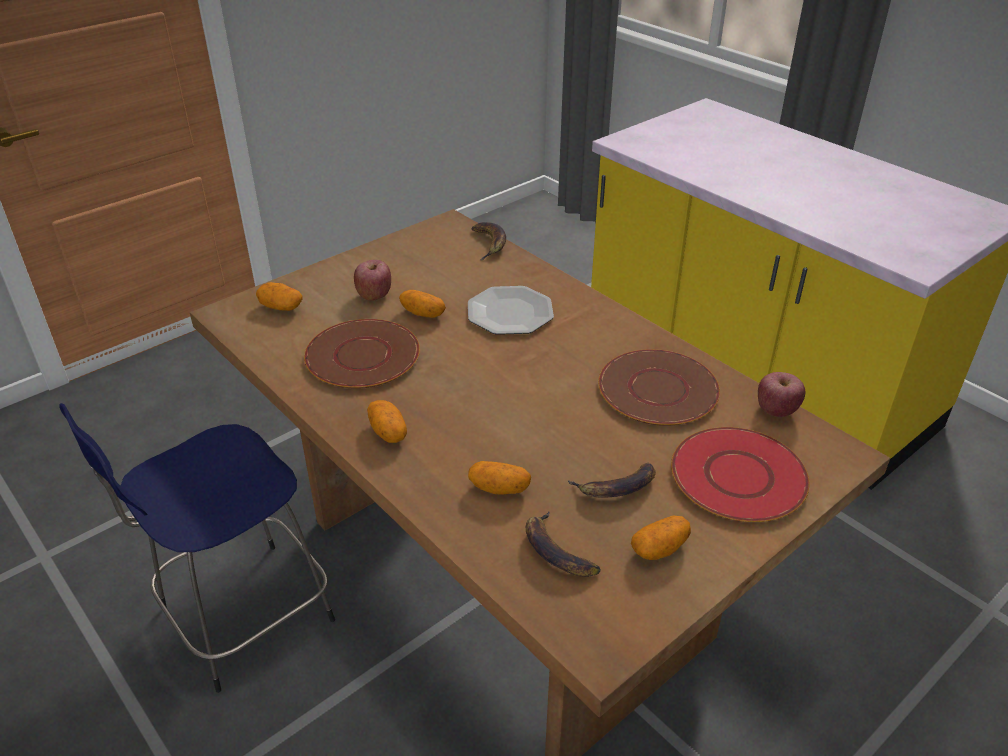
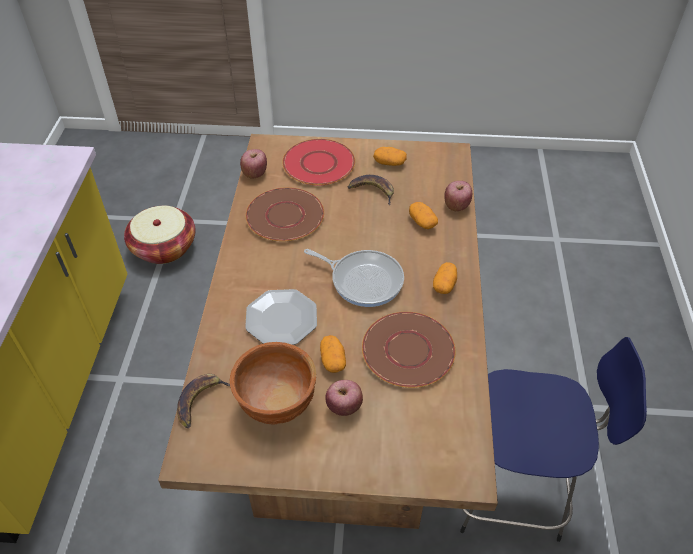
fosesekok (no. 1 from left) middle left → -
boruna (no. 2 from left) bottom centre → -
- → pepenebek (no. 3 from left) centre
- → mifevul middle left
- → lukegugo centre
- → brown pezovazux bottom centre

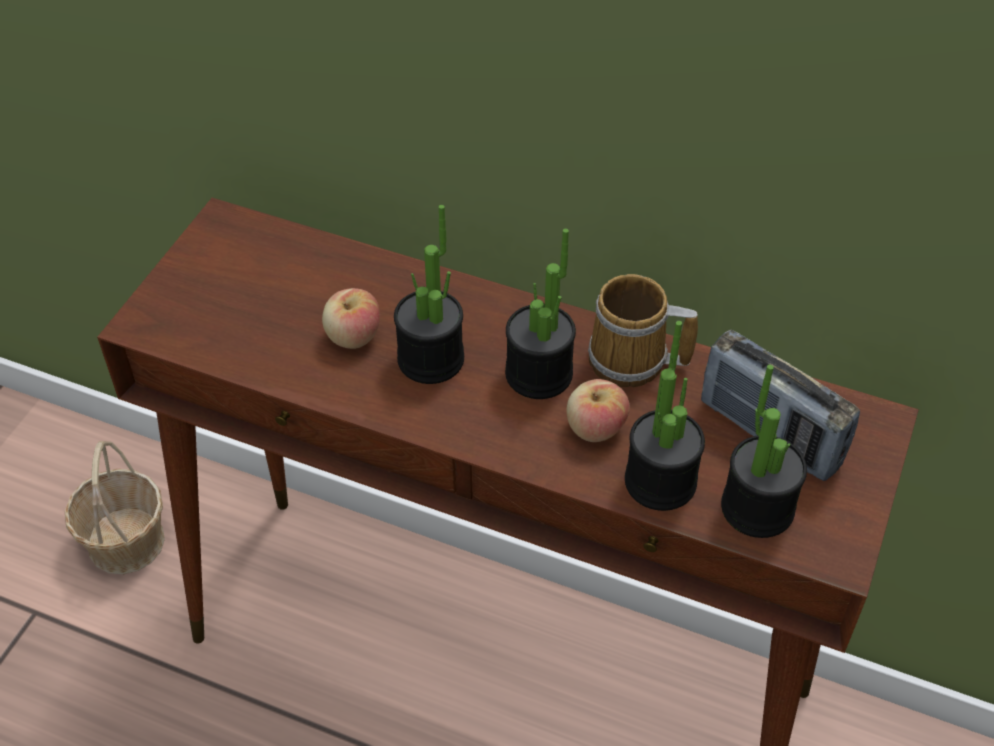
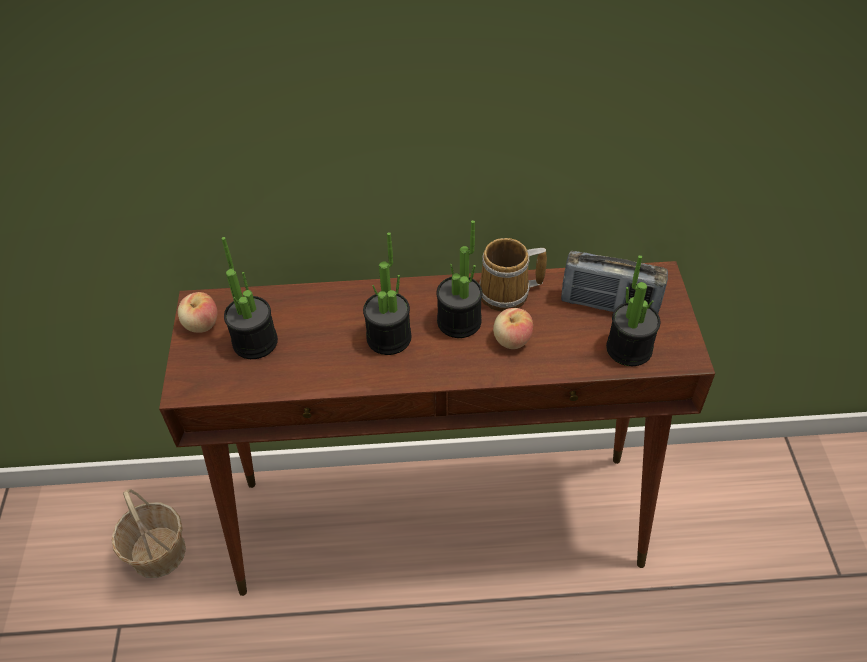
pepenebek (no. 1 from left) centre → pepenebek (no. 1 from left) middle left, shifted
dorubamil (no. 3 from left in the first image) middle right → dorubamil (no. 1 from left) middle left, shifted

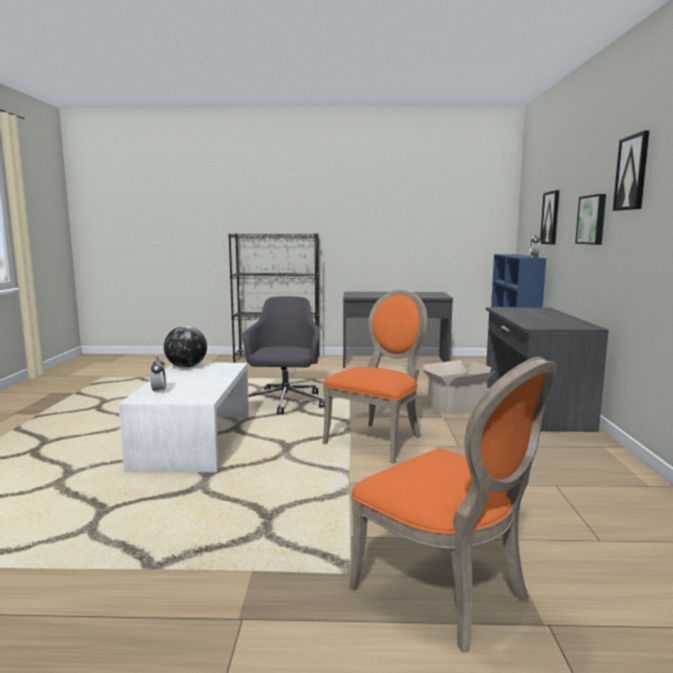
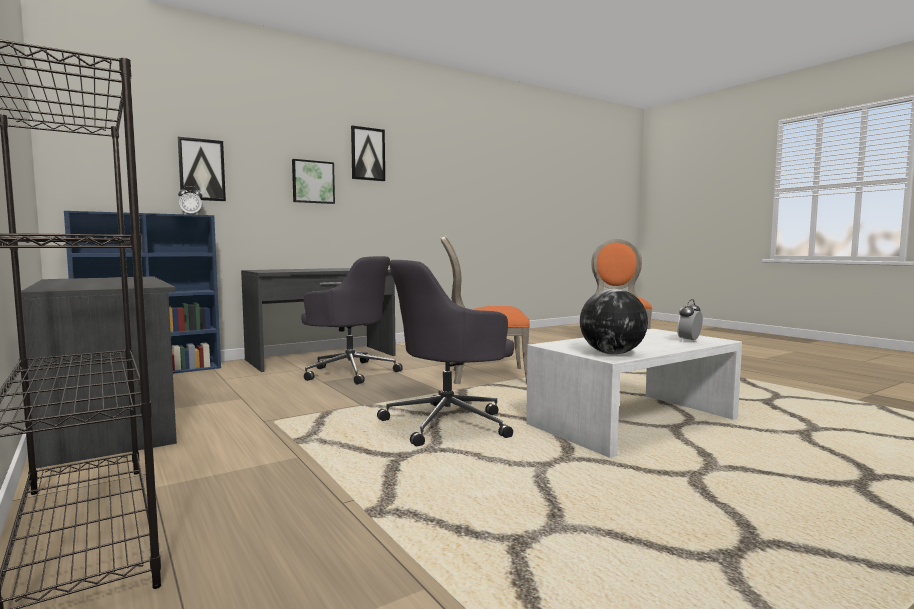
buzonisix middle right → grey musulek (no. 1 from left) centre

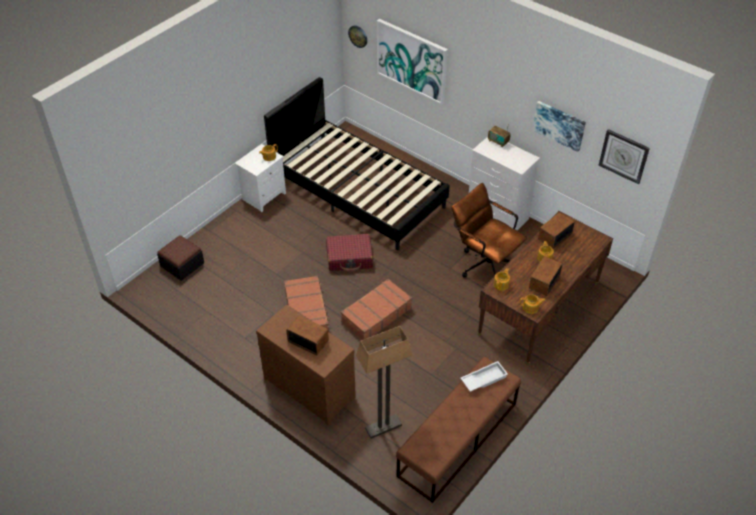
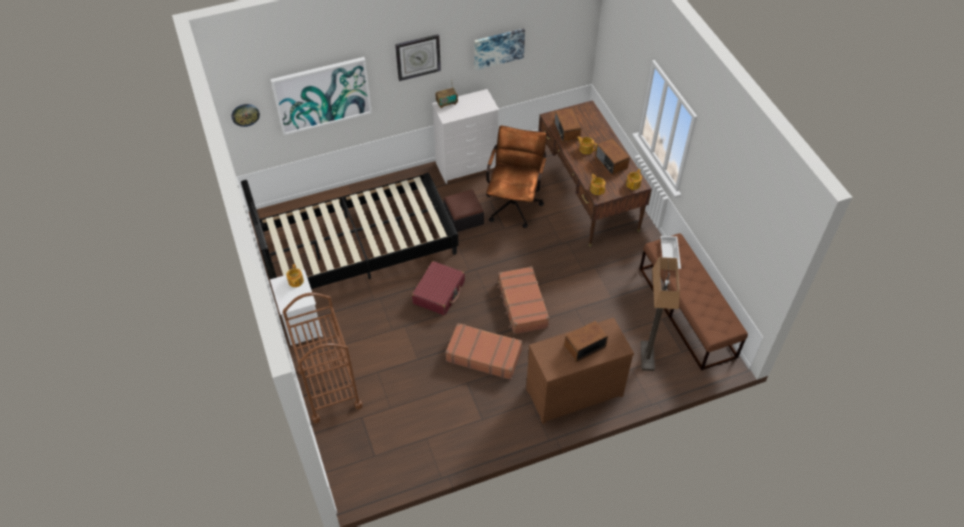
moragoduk (no. 2 from left) top right → moragoduk (no. 2 from left) top centre, shifted
brown musulek centre, 120 degrees clockwise
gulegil middle left → gulegil centre, shifted
- → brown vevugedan bottom centre

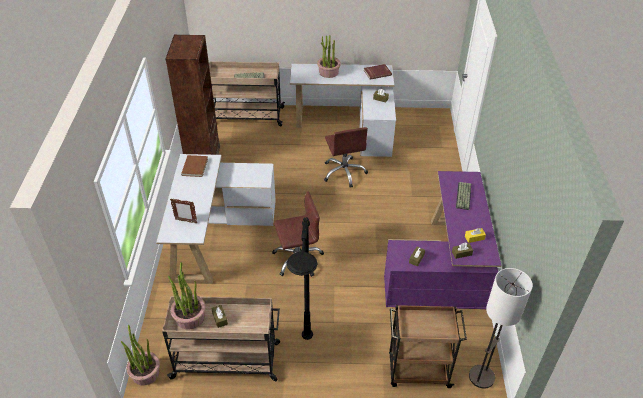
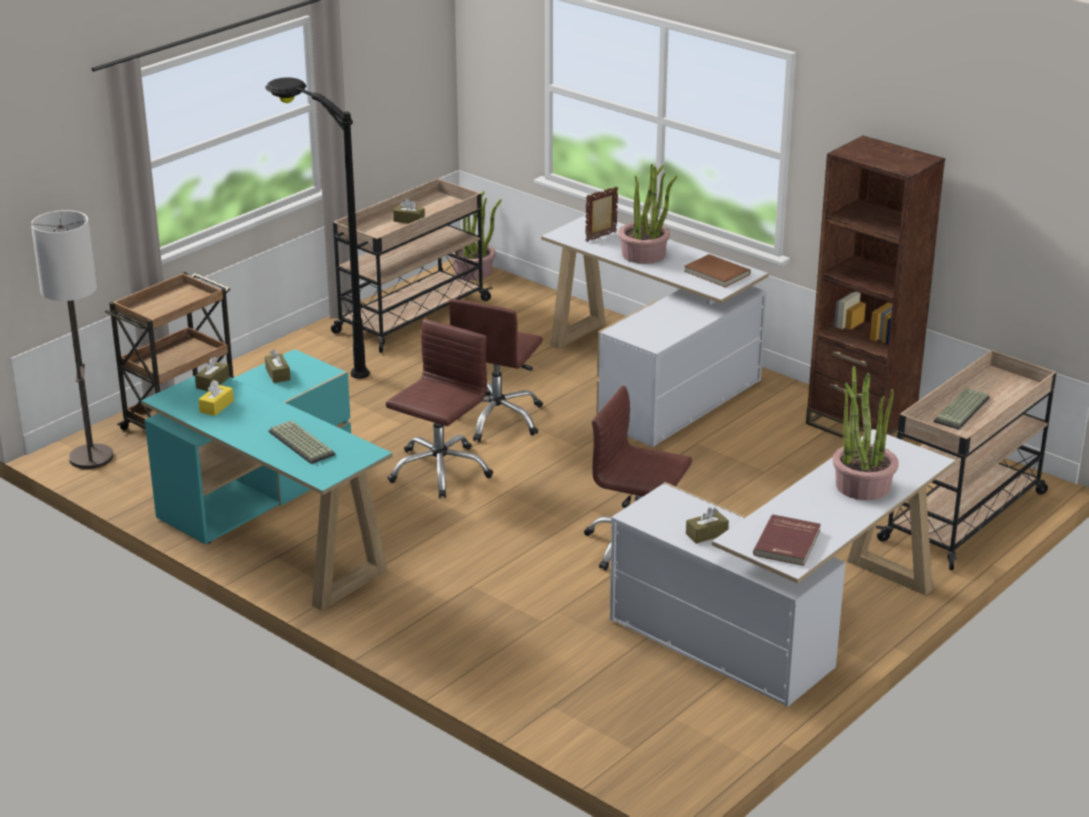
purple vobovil middle right → turquoise vobovil middle left
dorubamil (no. 2 from left) bottom left → dorubamil (no. 2 from left) top centre, shifted
- → brown musulek (no. 1 from left) centre

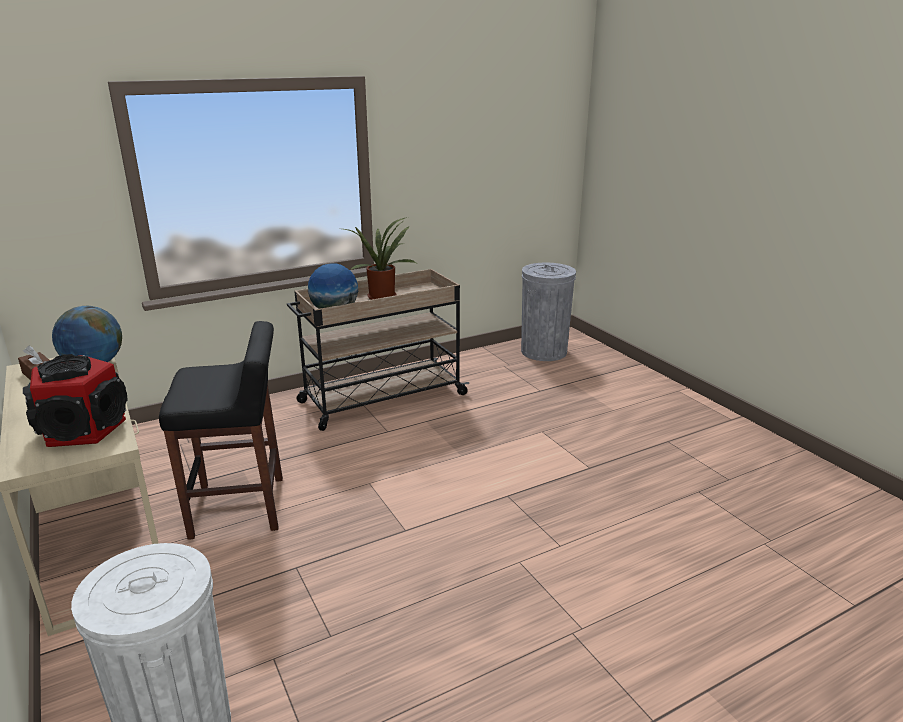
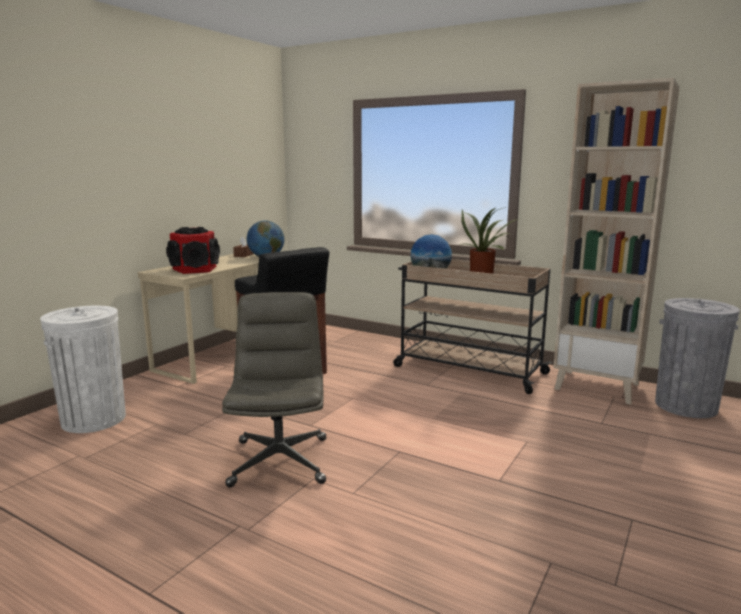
- → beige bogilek middle right
- → grey musulek centre

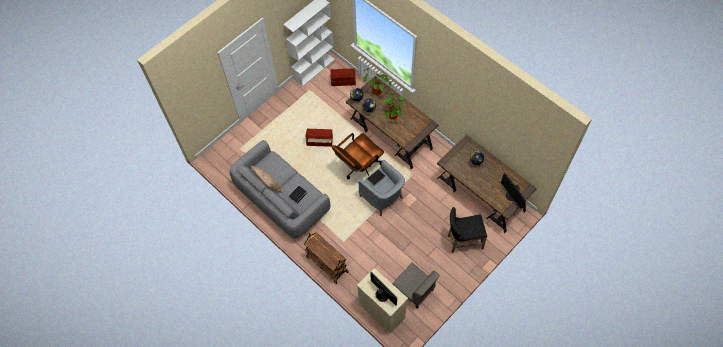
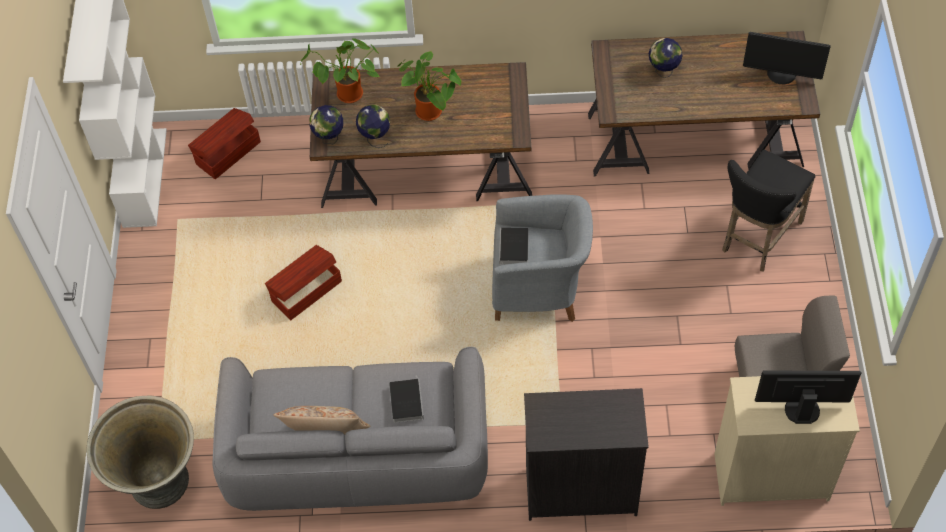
brown musulek centre → -
brown vevugedan bottom centre → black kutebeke bottom centre
- → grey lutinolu bottom left

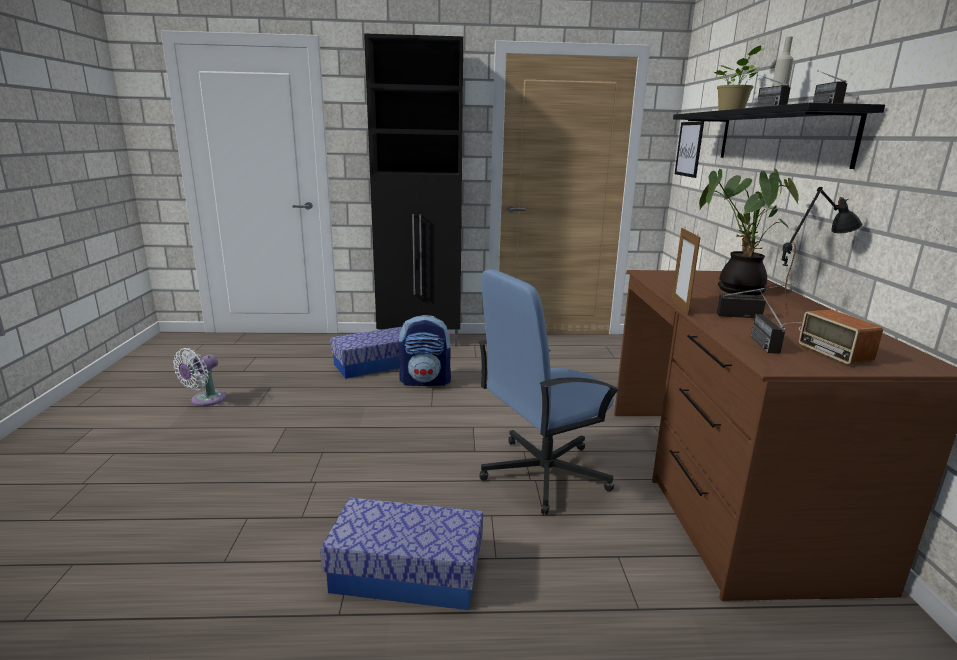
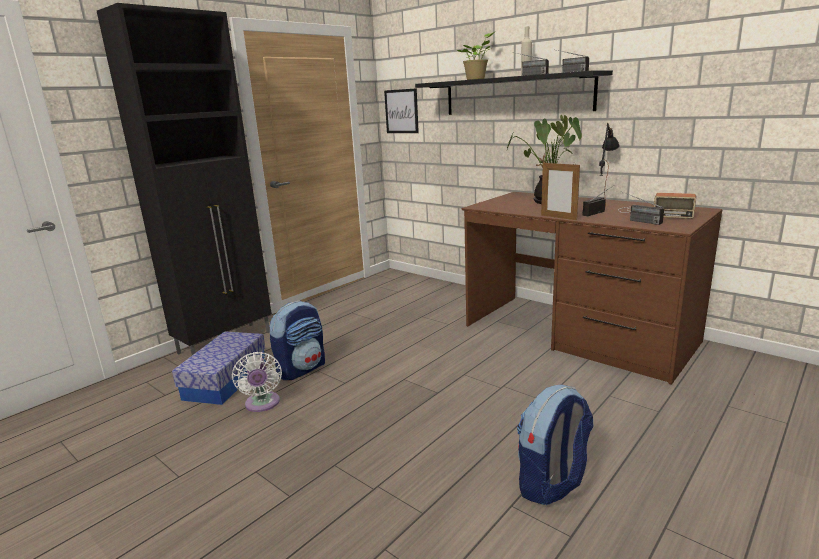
blue musulek centre → -
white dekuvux middle left → white dekuvux bottom left, shifted
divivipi (no. 2 from left) bottom centre → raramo (no. 2 from left) bottom right

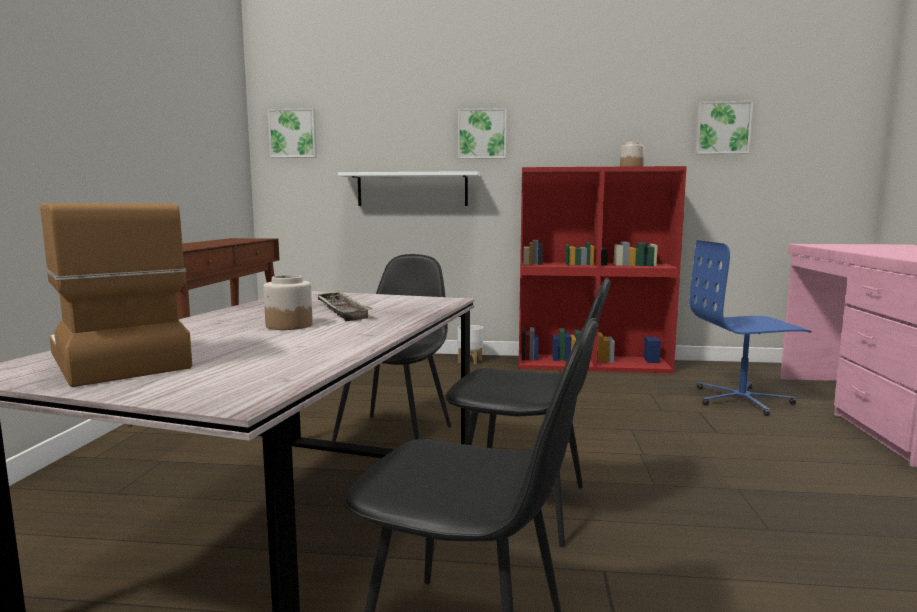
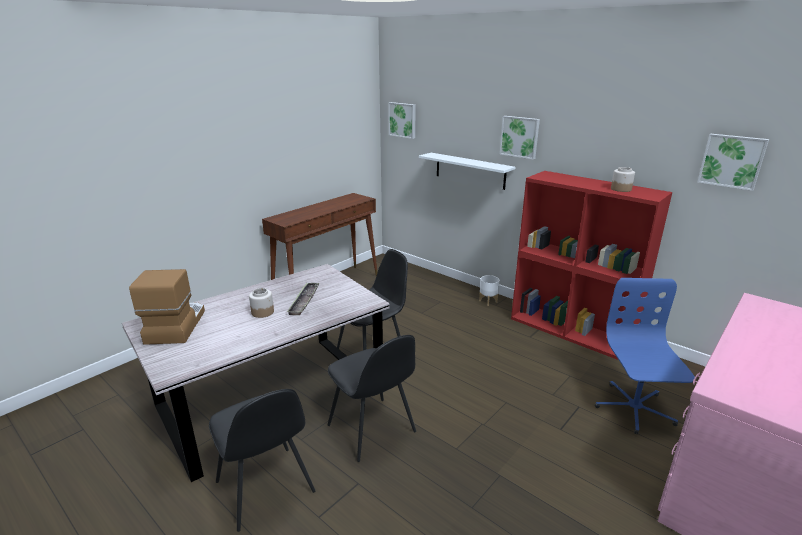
blue musulek middle right, 60 degrees clockwise

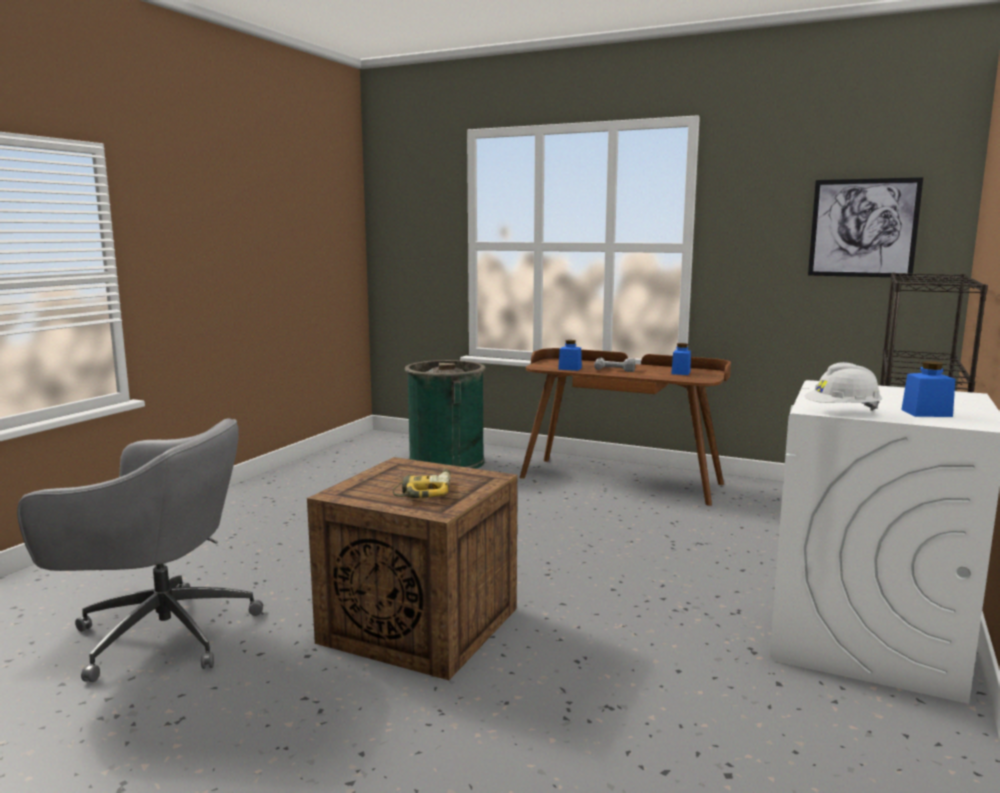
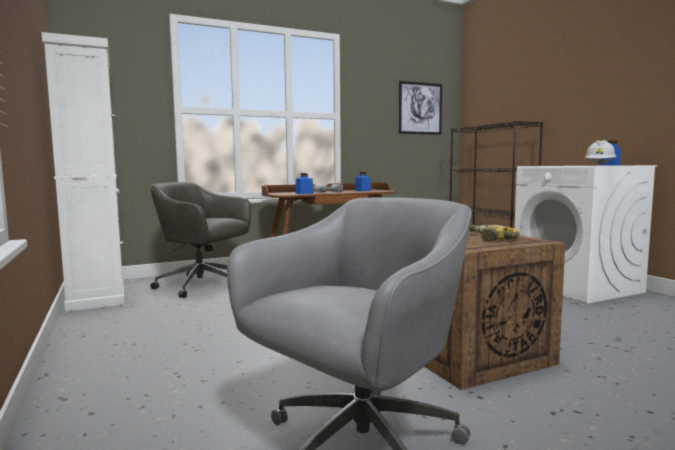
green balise centre → grey musulek (no. 1 from left) middle left
- → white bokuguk middle left

